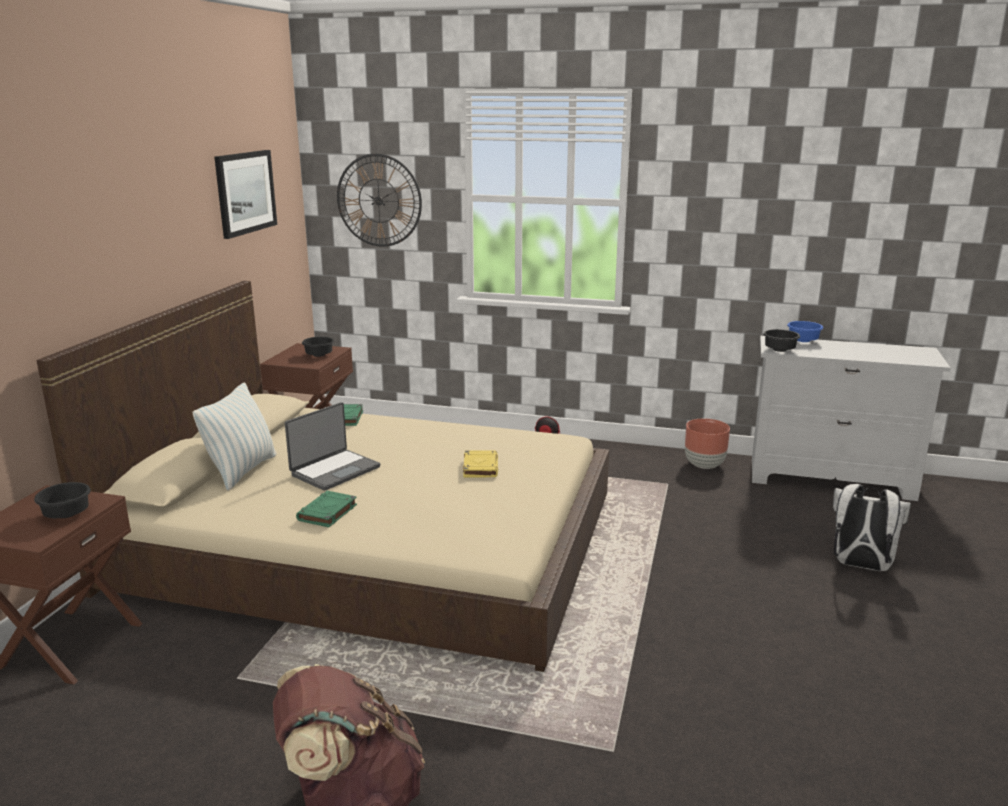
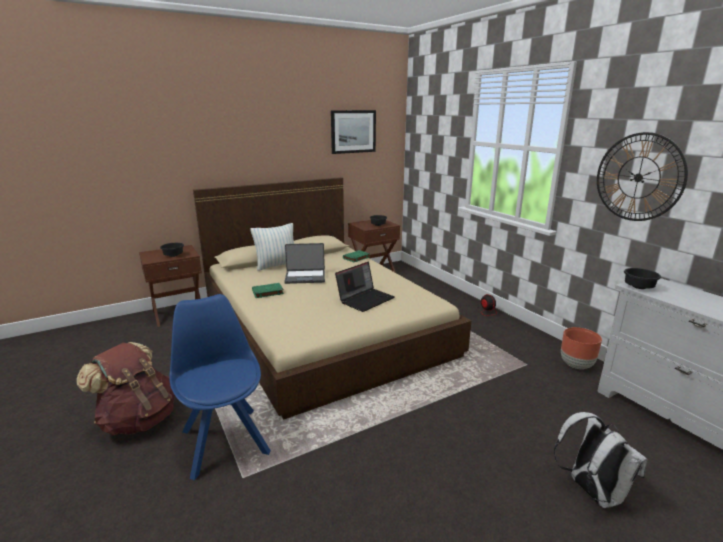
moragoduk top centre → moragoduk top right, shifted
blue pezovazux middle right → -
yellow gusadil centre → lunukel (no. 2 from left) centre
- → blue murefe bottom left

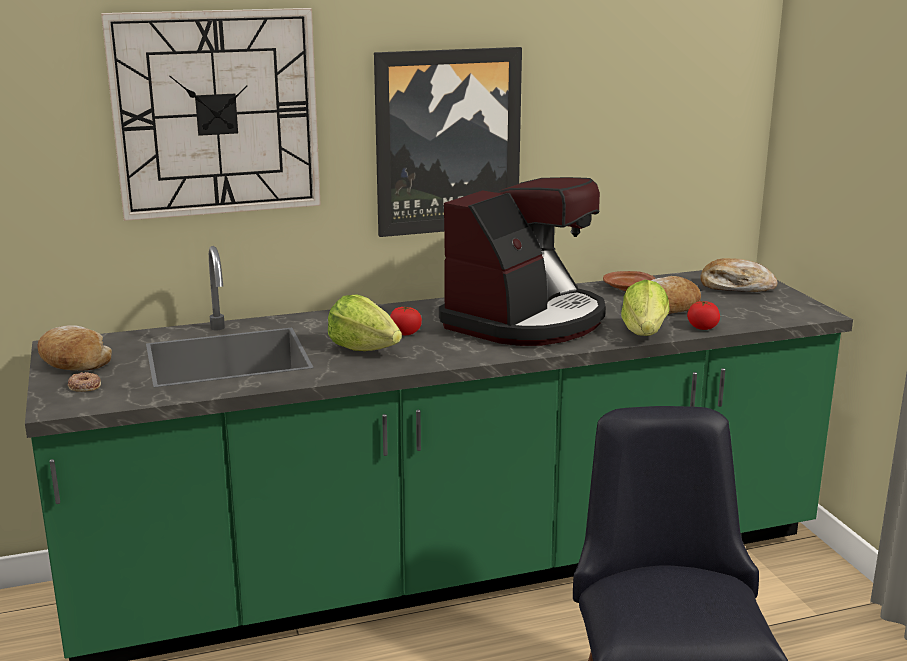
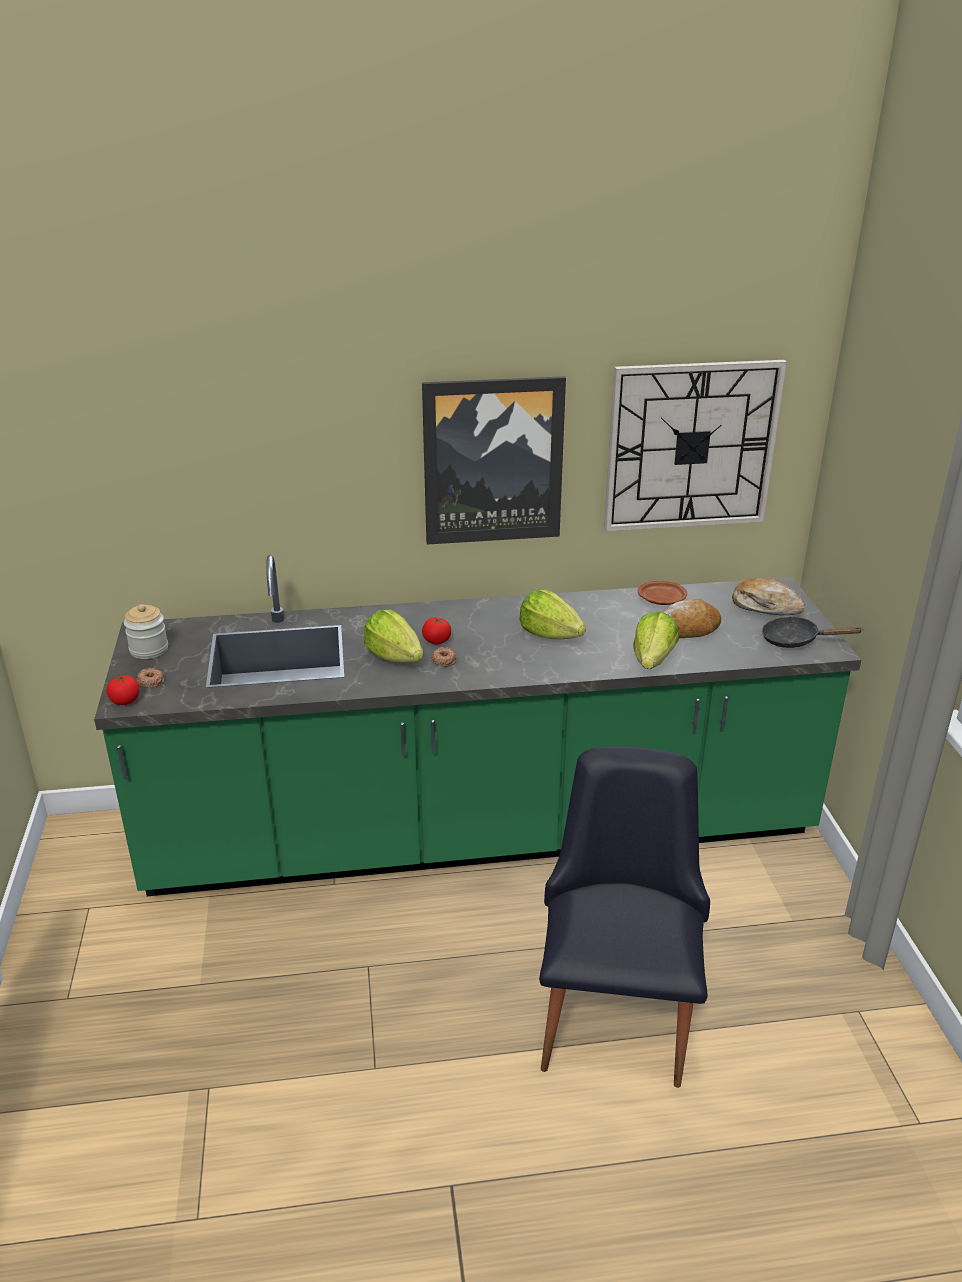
moragoduk top left → moragoduk middle right, shifted
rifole centre → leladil (no. 2 from left) centre
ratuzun (no. 2 from left in the first image) middle right → ratuzun (no. 1 from left) middle left, shifted
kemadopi (no. 1 from left) middle left → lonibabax middle left
- → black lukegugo middle right
- → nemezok (no. 2 from left) centre

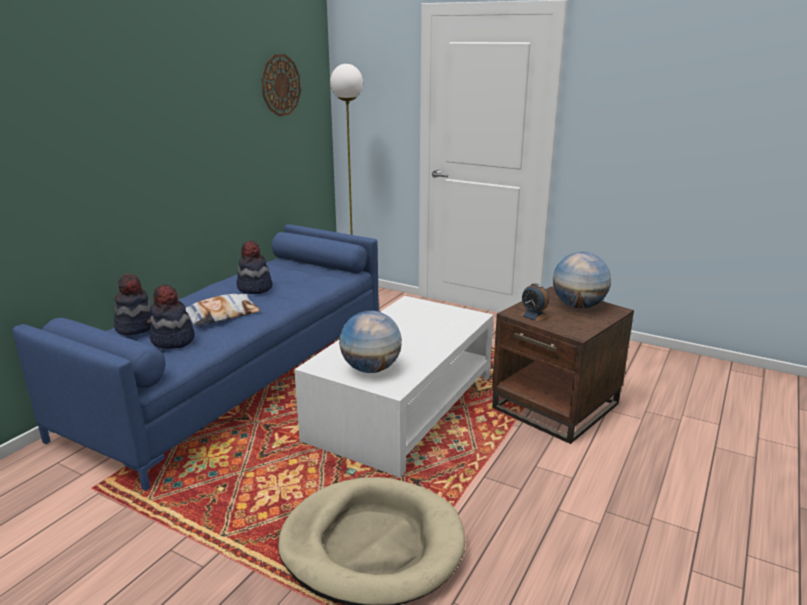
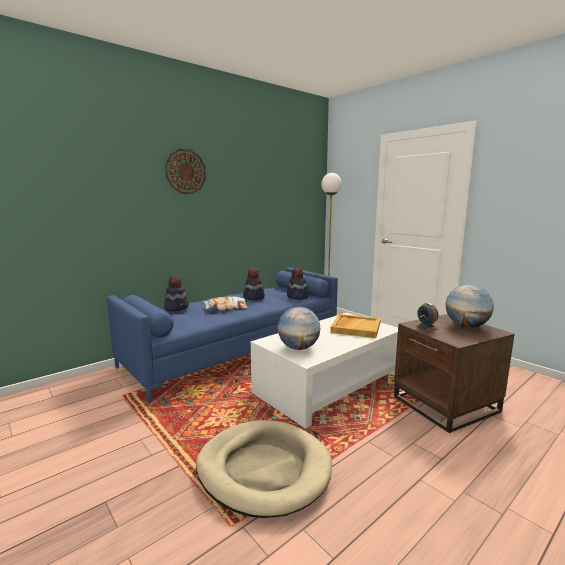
moragoduk top centre → moragoduk top left, shifted
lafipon (no. 2 from left in the first image) middle left → lafipon (no. 3 from left) centre, shifted
- → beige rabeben centre

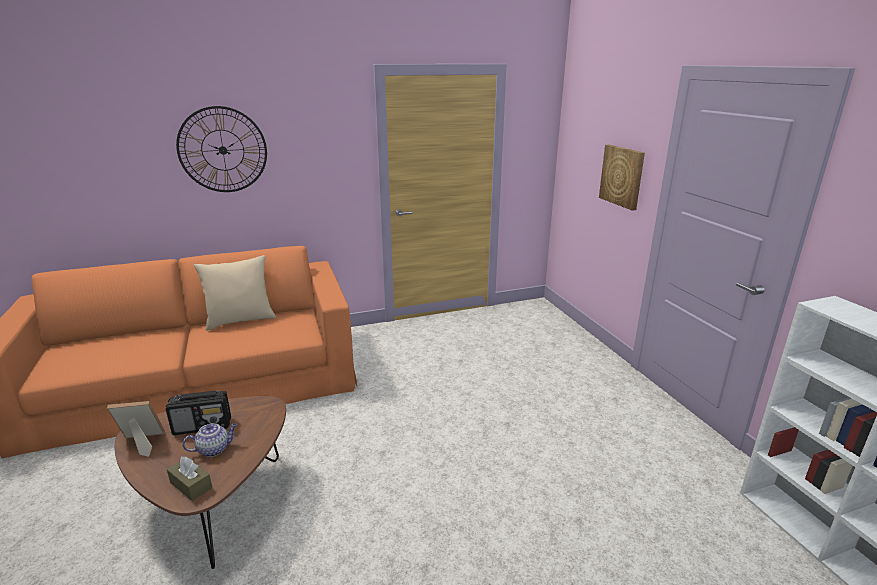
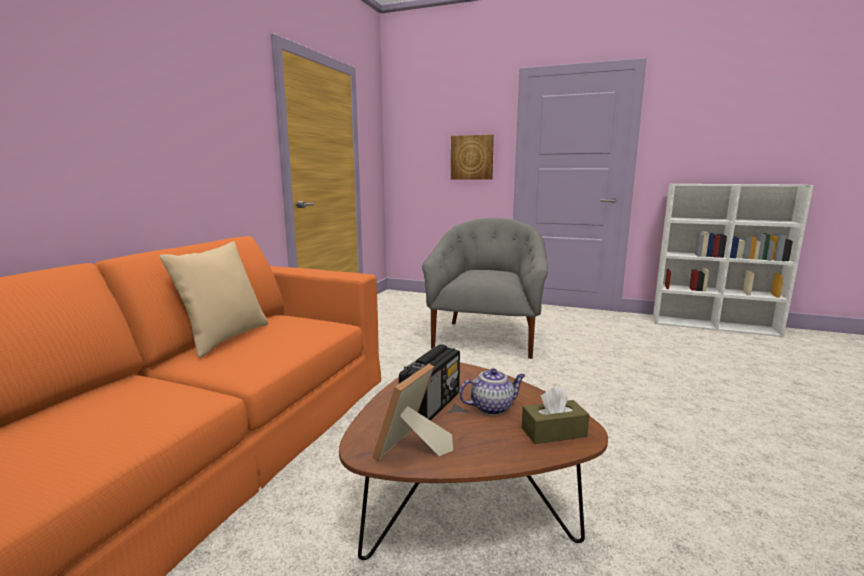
moragoduk top left → -
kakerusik bottom left → kakerusik bottom centre, 60 degrees clockwise
- → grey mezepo centre

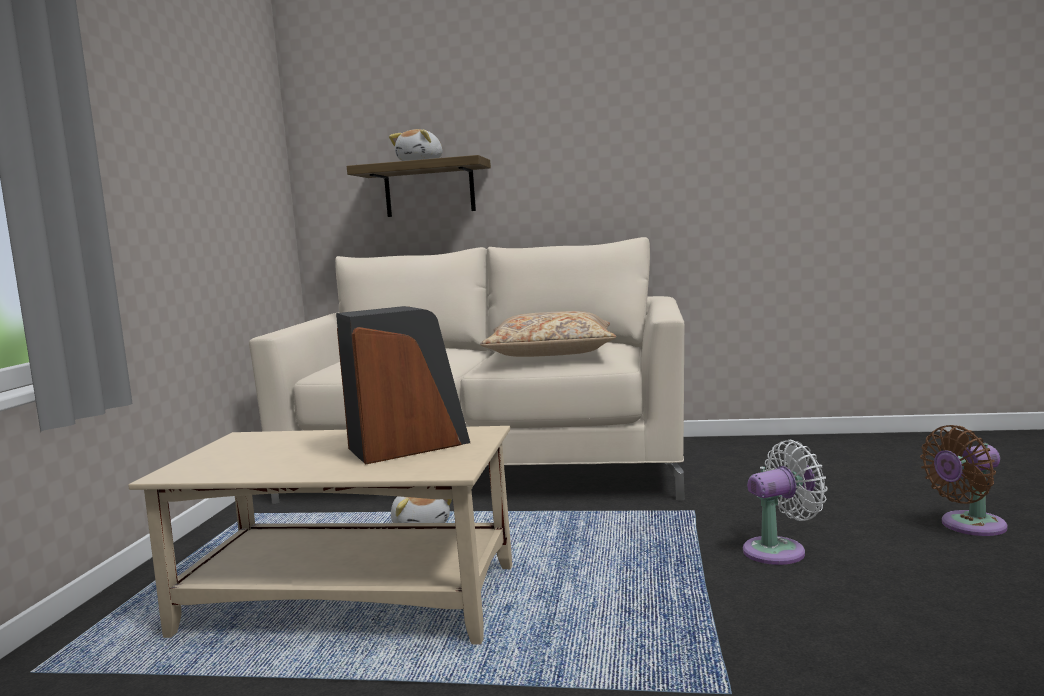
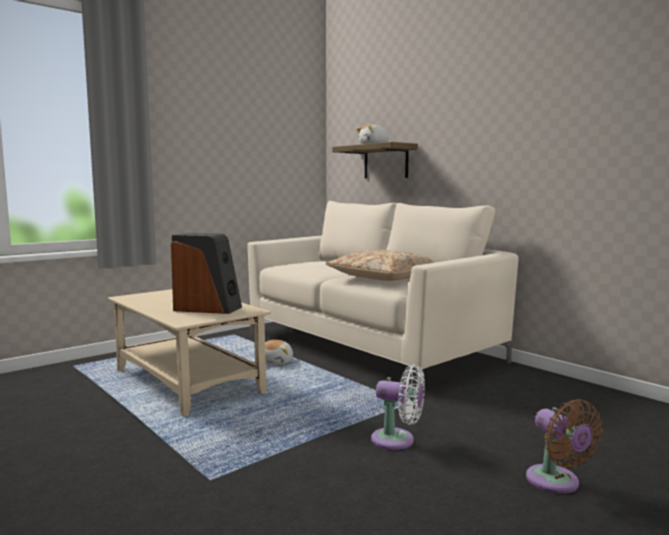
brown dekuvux bottom right, 135 degrees counterclockwise

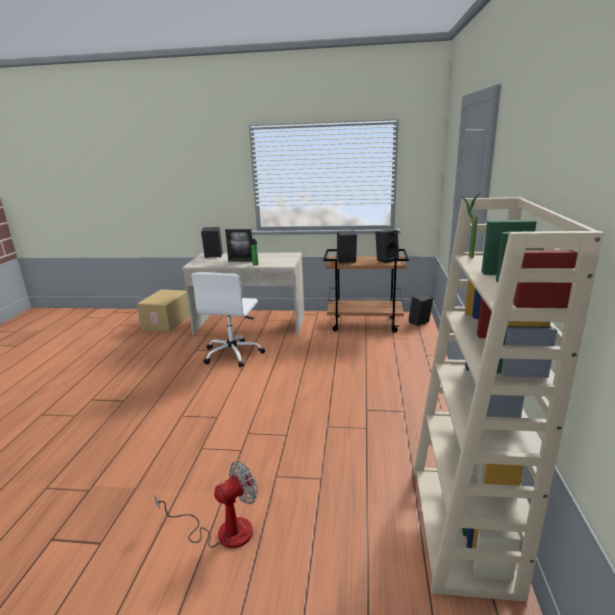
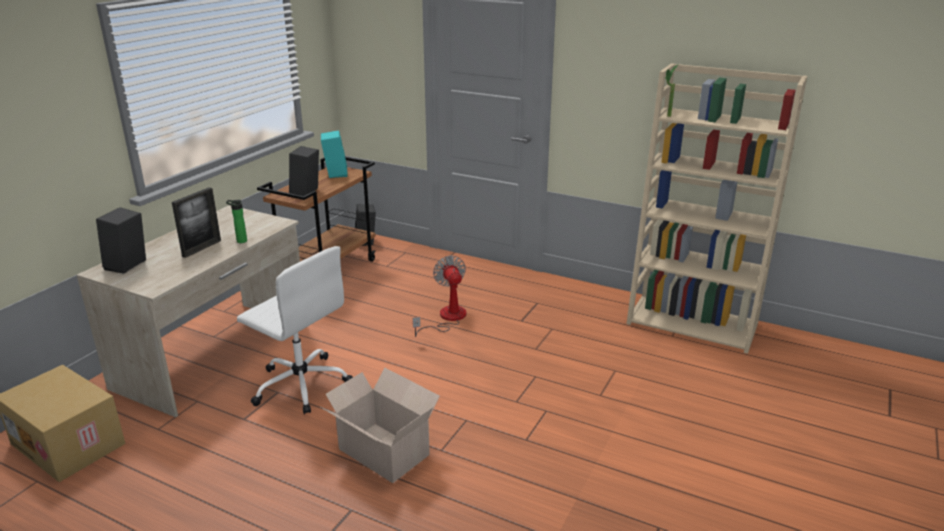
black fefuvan (no. 3 from left) centre → turquoise fefuvan top centre
dekuvux bottom centre → dekuvux centre, shifted
- → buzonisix (no. 2 from left) bottom centre

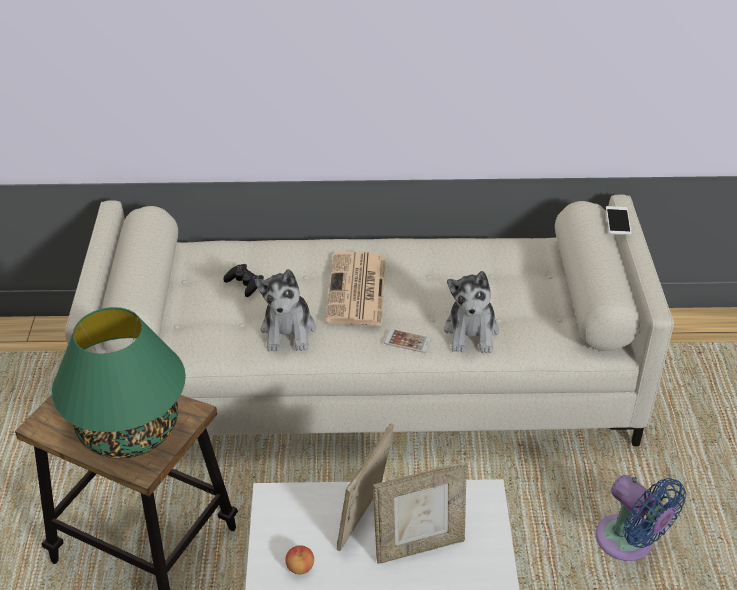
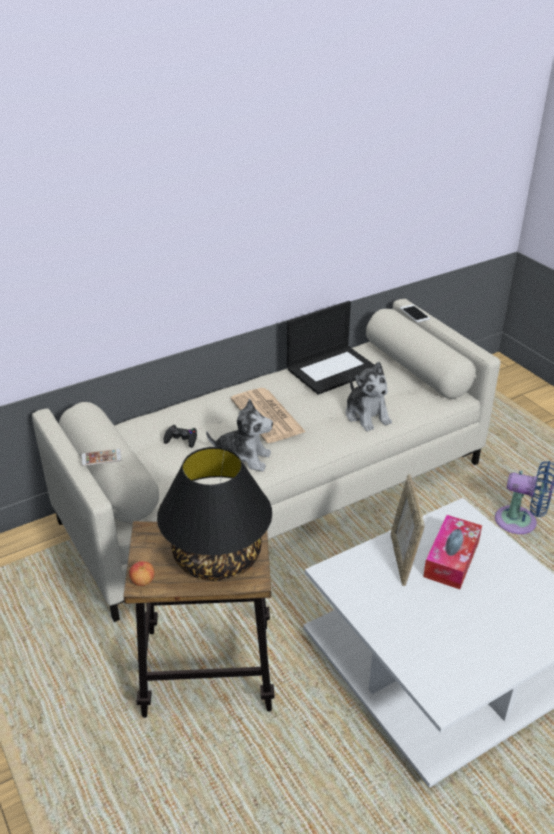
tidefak (no. 1 from left) centre, 45 degrees counterclockwise
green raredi middle left → black raredi centre
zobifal (no. 1 from left) centre → zobifal (no. 1 from left) middle left, shifted
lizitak (no. 2 from left) bottom centre → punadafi middle right
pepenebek bottom centre → pepenebek bottom left, shifted
- → lunukel centre

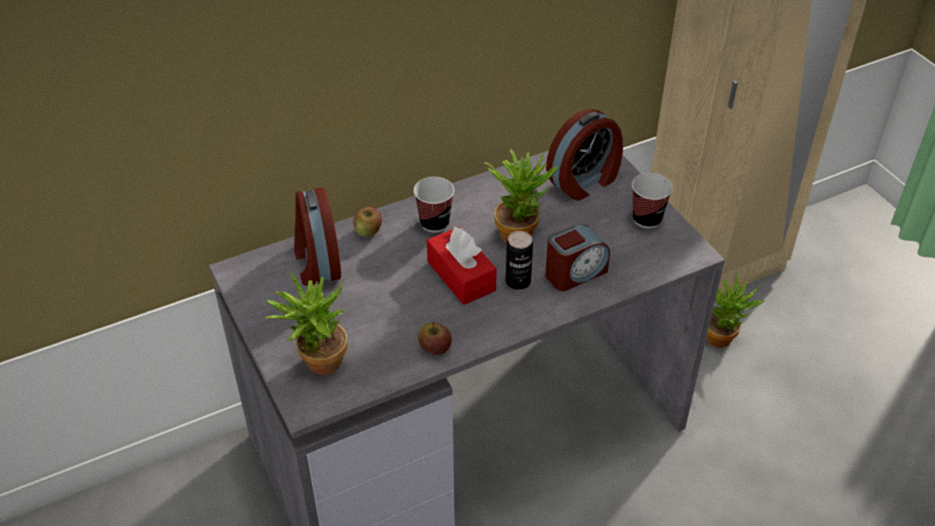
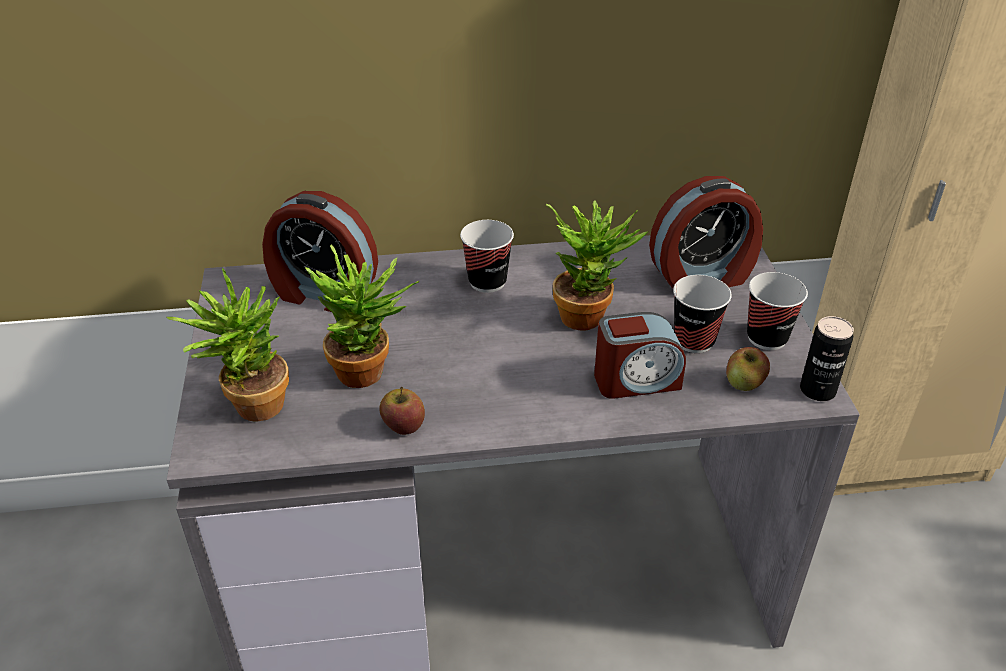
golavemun (no. 1 from left) centre → golavemun (no. 1 from left) middle left, 75 degrees counterclockwise
pepenebek (no. 1 from left in the first image) centre → pepenebek (no. 2 from left) middle right, shifted
red punadafi centre → -
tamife centre → tamife middle right, shifted
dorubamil (no. 3 from left in the first image) middle right → dorubamil (no. 2 from left) centre, shifted
- → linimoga (no. 2 from left) middle right

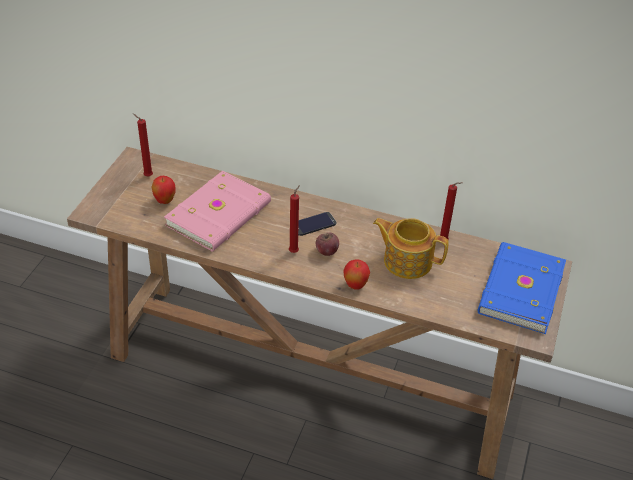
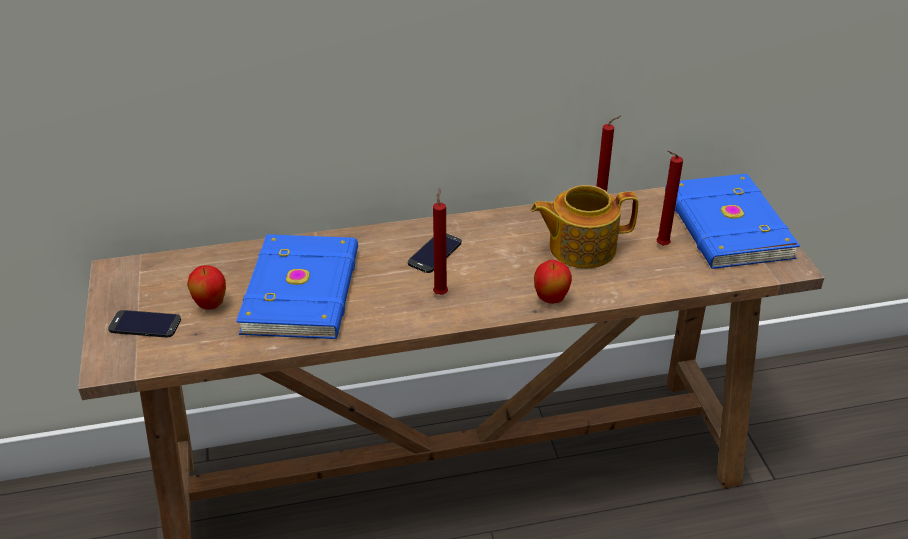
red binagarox (no. 1 from left in the first image) top left → red binagarox (no. 3 from left) middle right, shifted
pink gusadil centre → blue gusadil (no. 1 from left) middle left
pepenebek (no. 2 from left) centre → -
- → zobifal (no. 1 from left) middle left

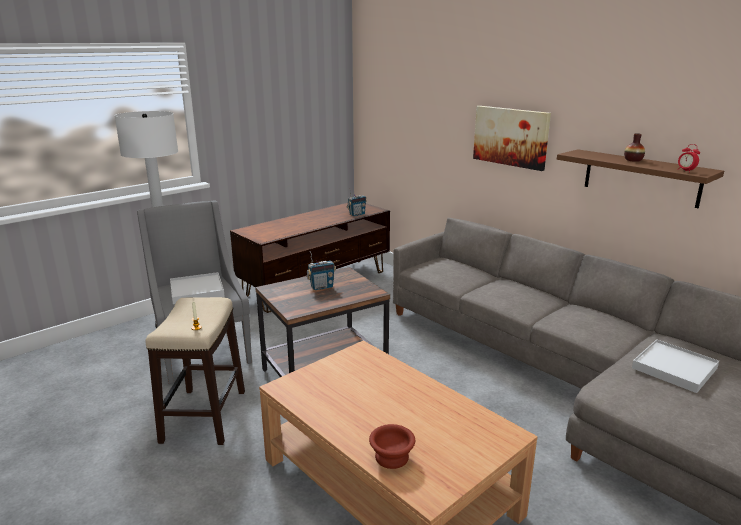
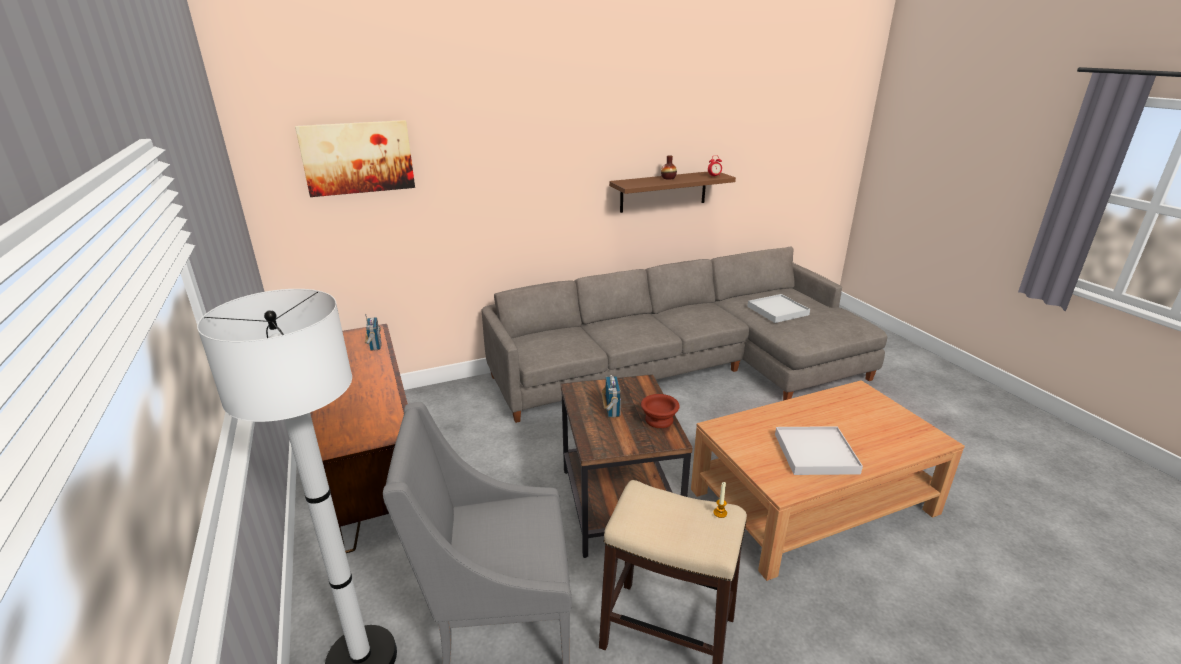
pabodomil top right → pabodomil top left, shifted
white rabeben (no. 1 from left in the first image) middle left → white rabeben (no. 2 from left) bottom right, shifted
brown pezovazux bottom centre → brown pezovazux centre, shifted

